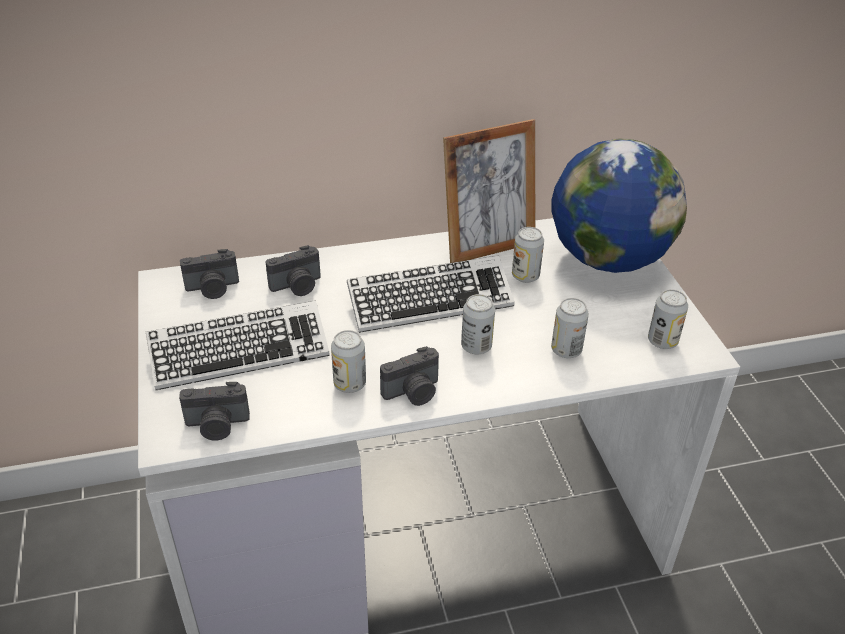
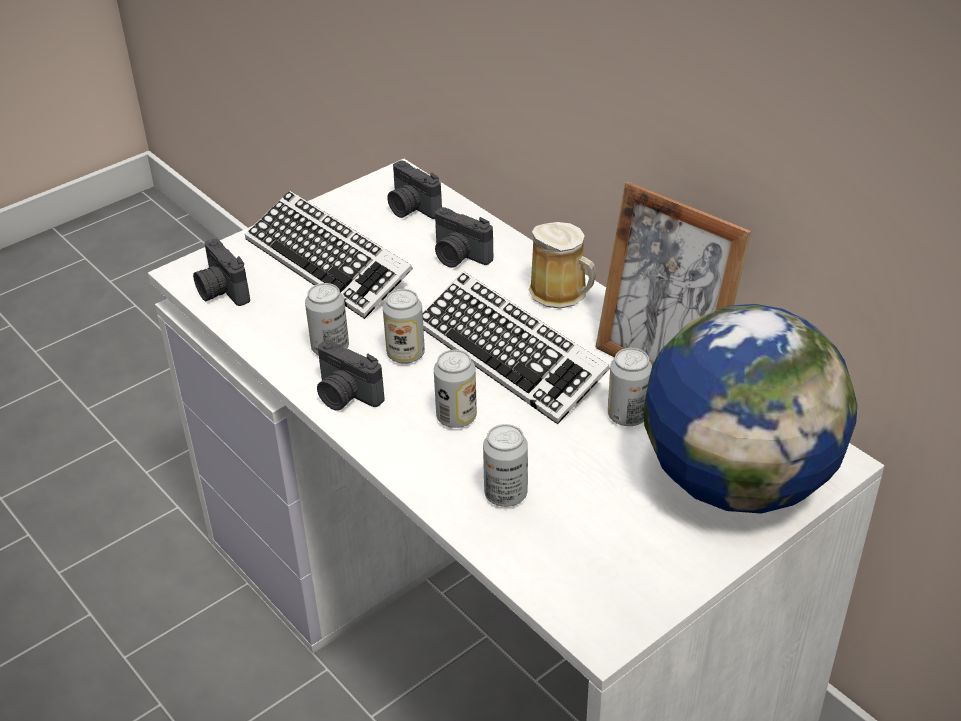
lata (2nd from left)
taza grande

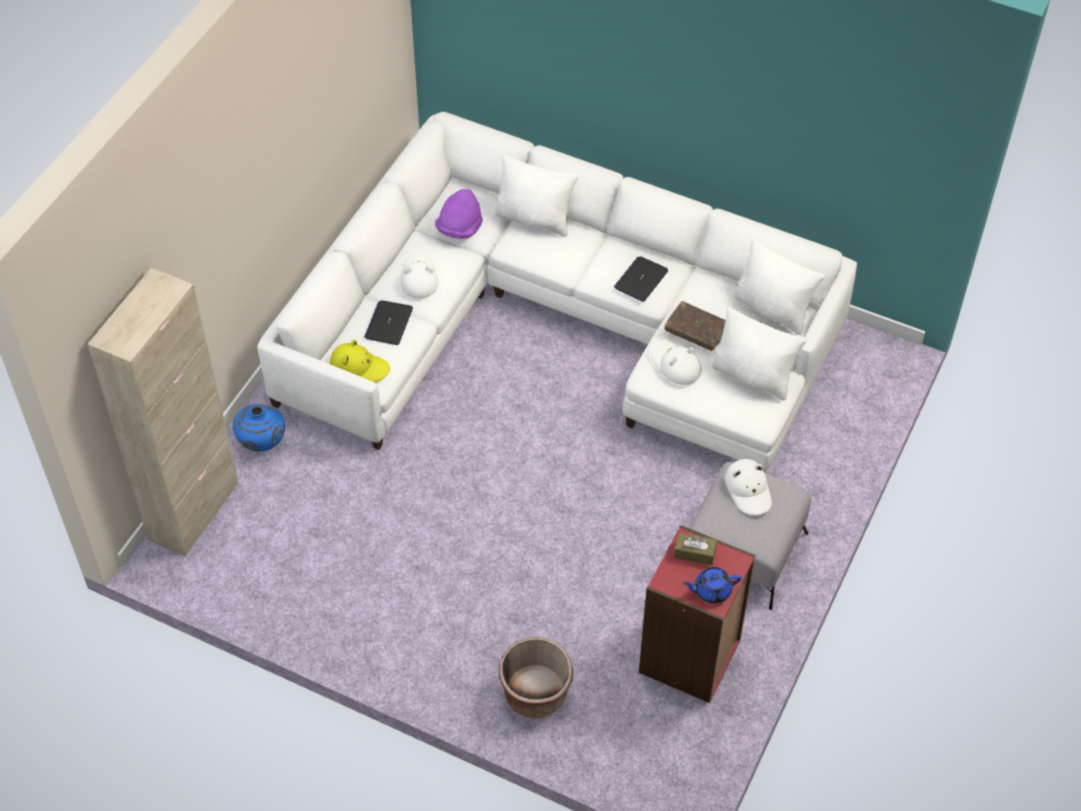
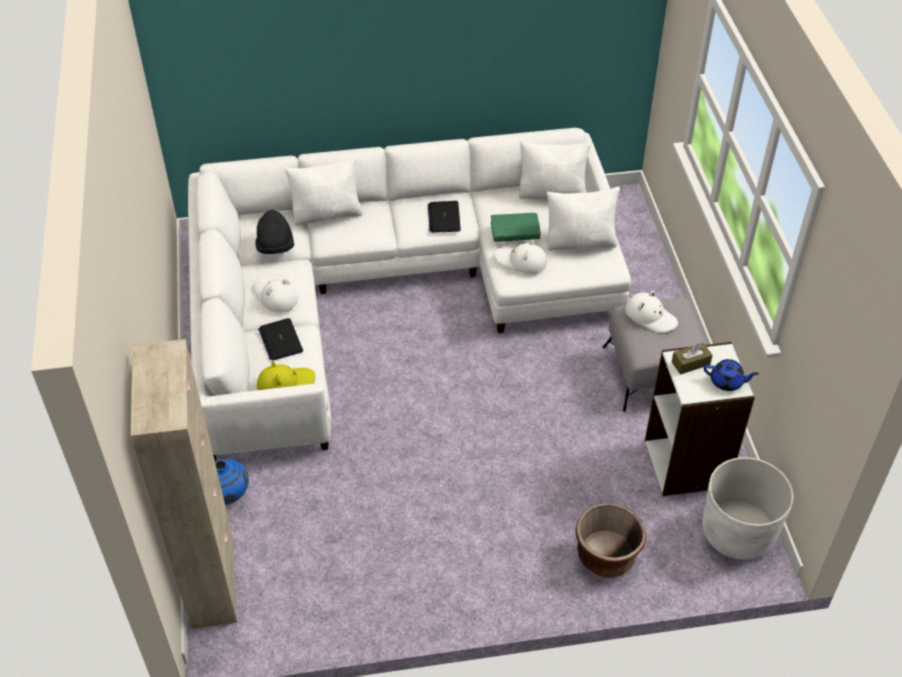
sombrero (negro)
libro (verde)
estantería (blanco)
tetera (azul)
maceta (blanco)

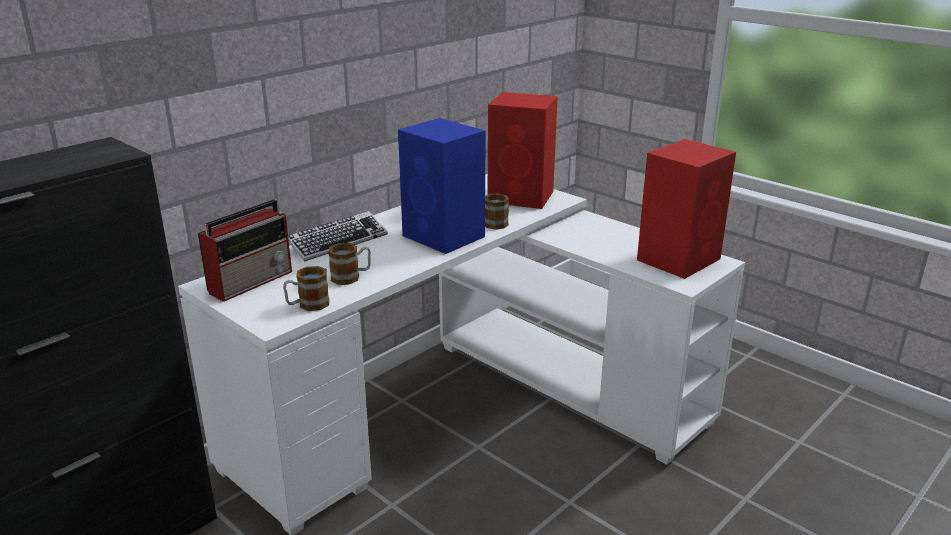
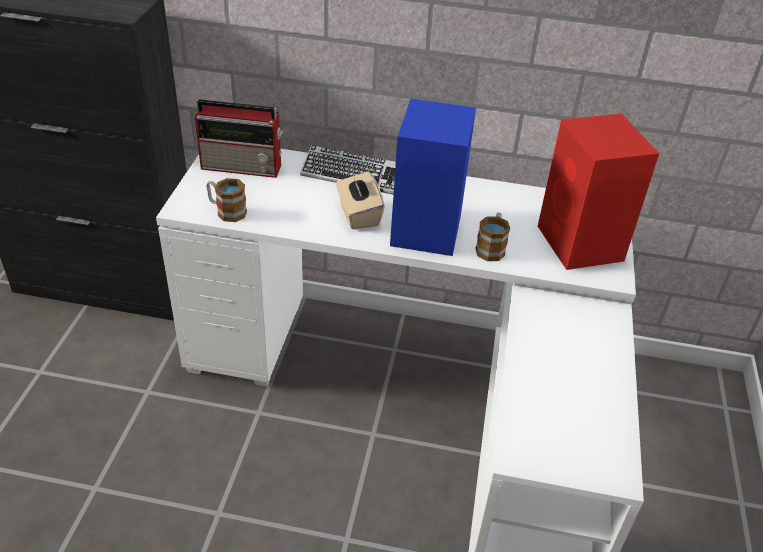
altavoz (rojo) (2nd from left in the first image)
taza grande (2nd from left in the first image)
caja de pañuelos (beis)

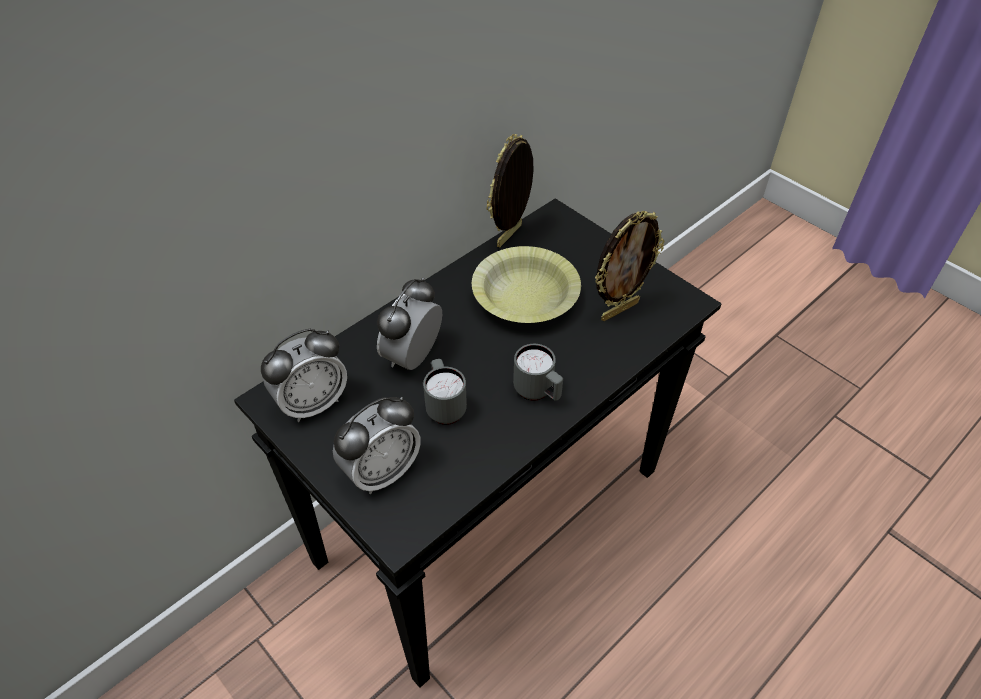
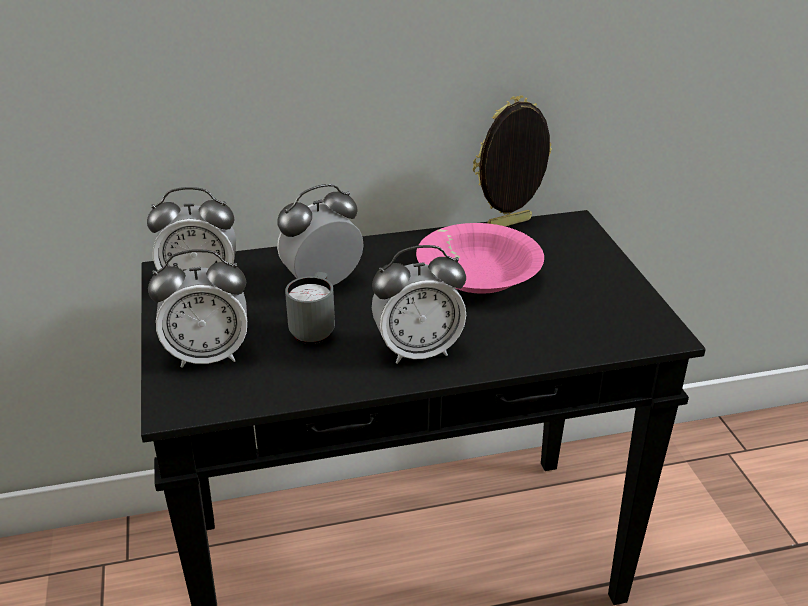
portarretratos (2nd from left in the first image)
cuenco (rosa)
despertador (4th from left)

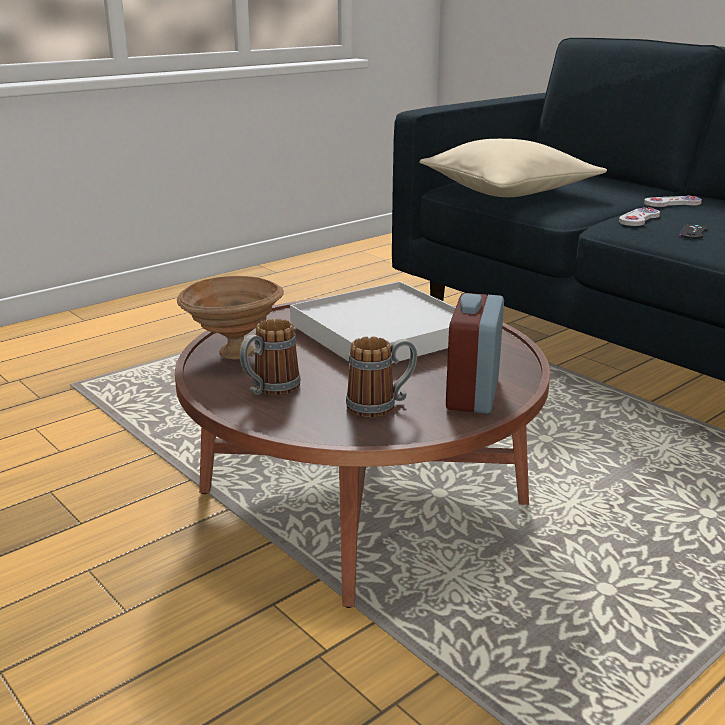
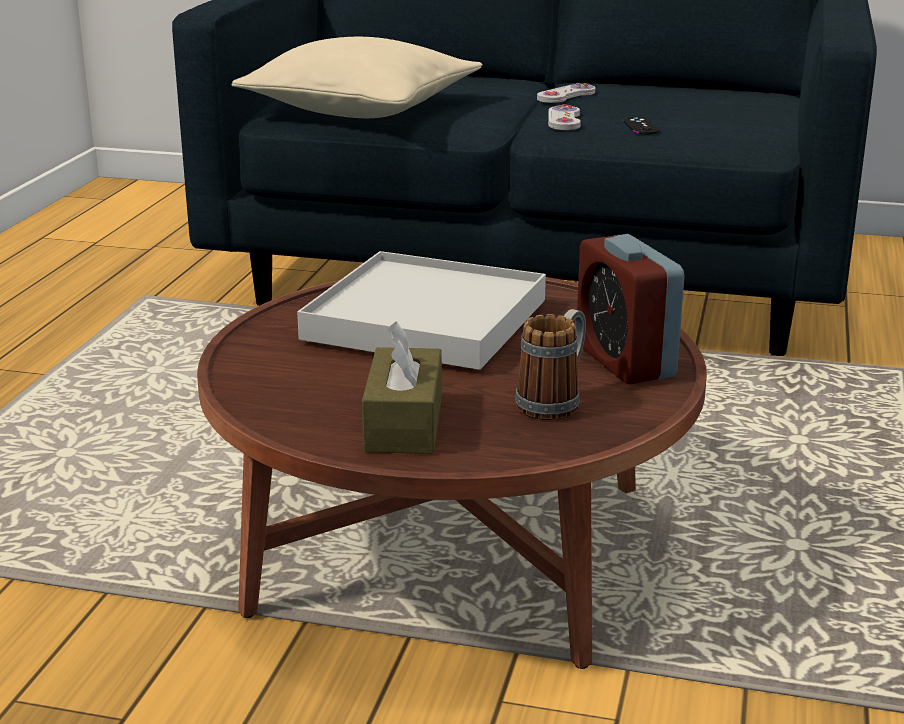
cuenco (marrón)
caja de pañuelos (marrón)

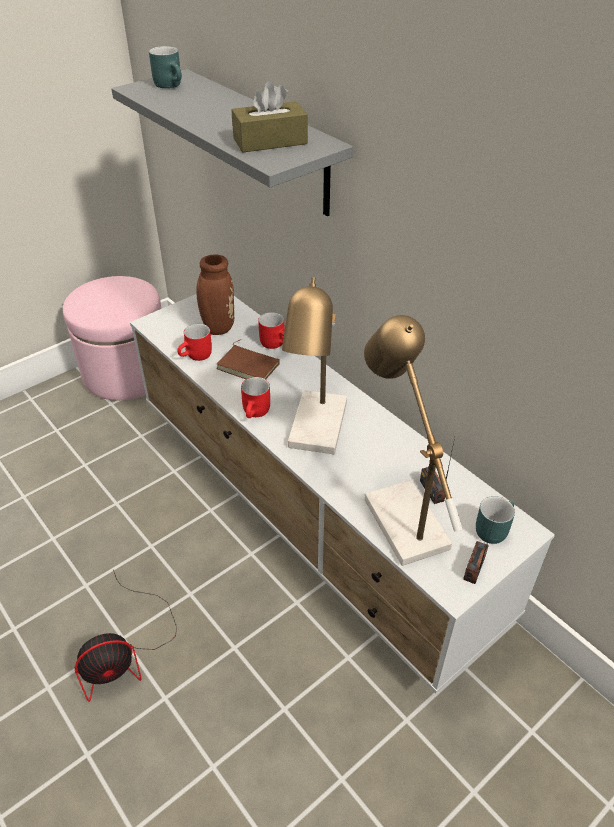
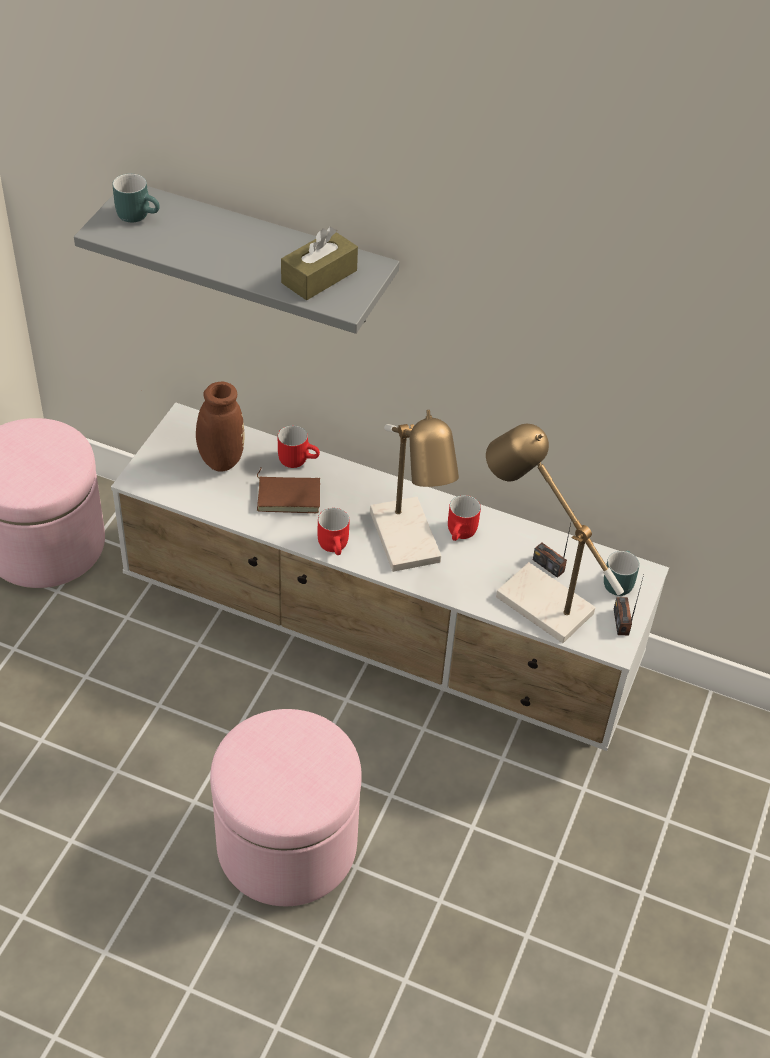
taza grande (rojo) (3rd from left)
puf (rosa) (2nd from left)

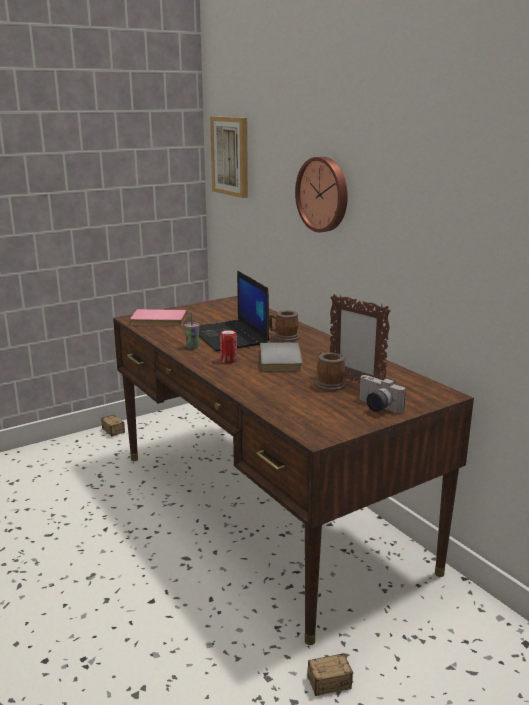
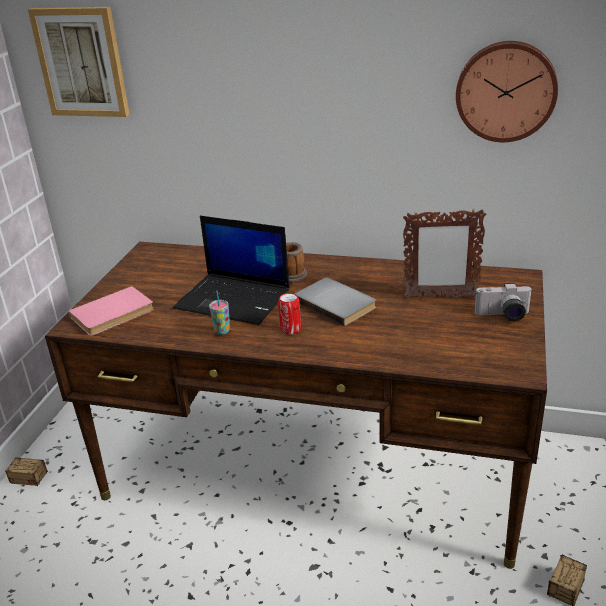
reloj de pared
taza grande (2nd from left in the first image)

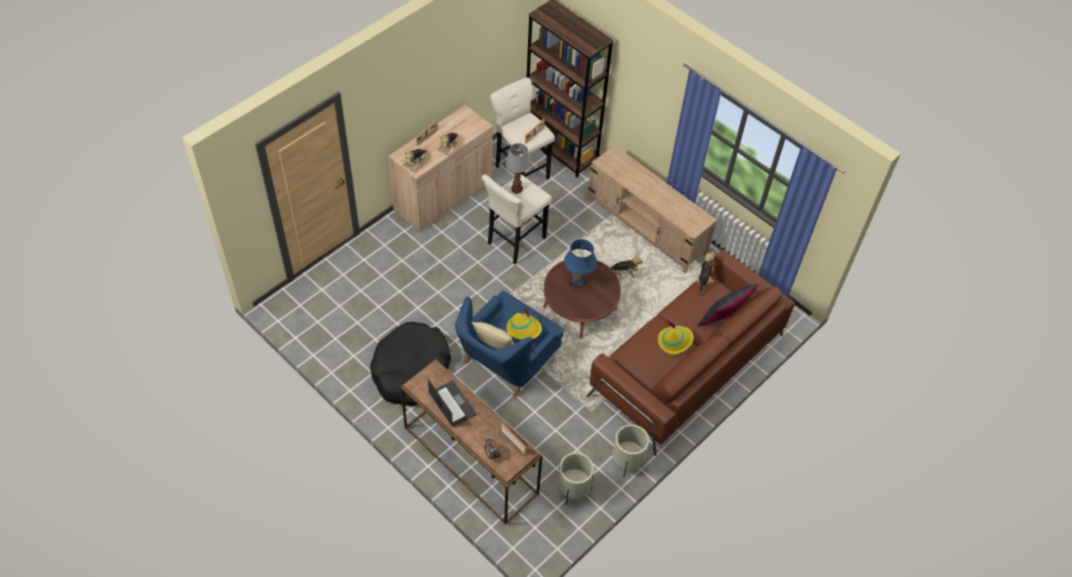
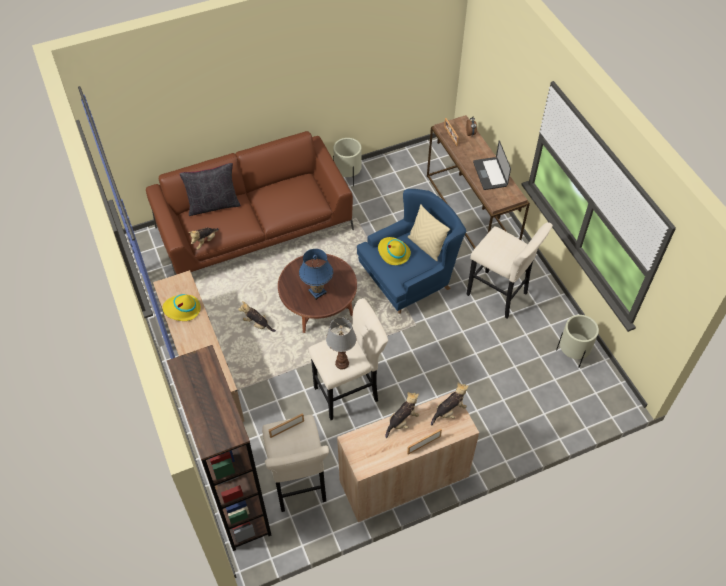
taburete (beis) (3rd from left)
sombrero (amarillo) (1st from left)
maceta (beis) (2nd from left)

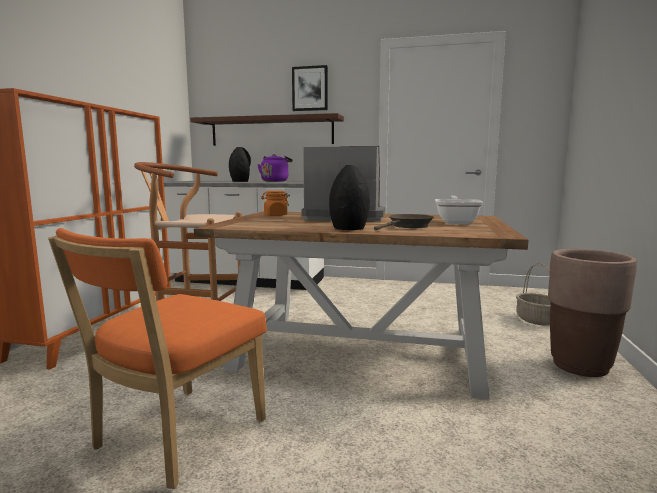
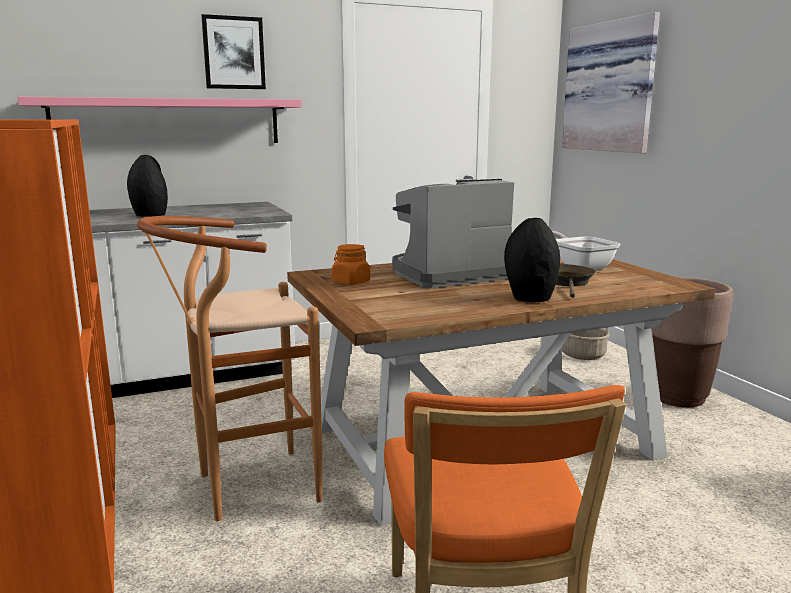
estante (rosa)
hervidor (morado)
cuadro (2nd from left)

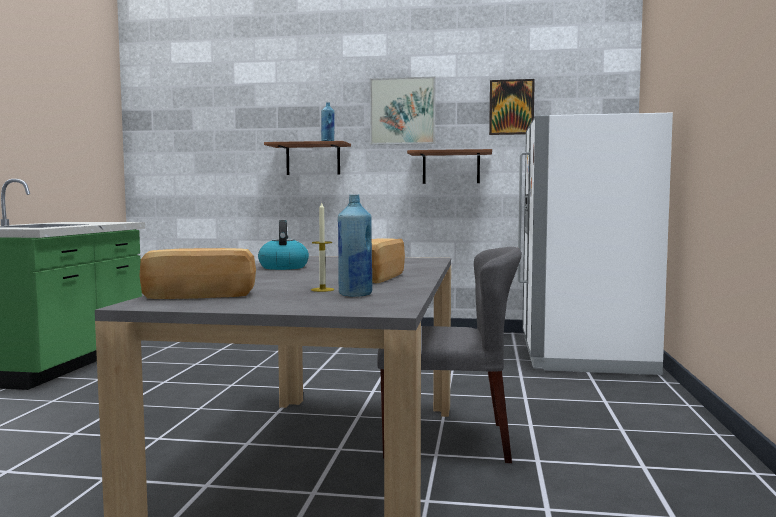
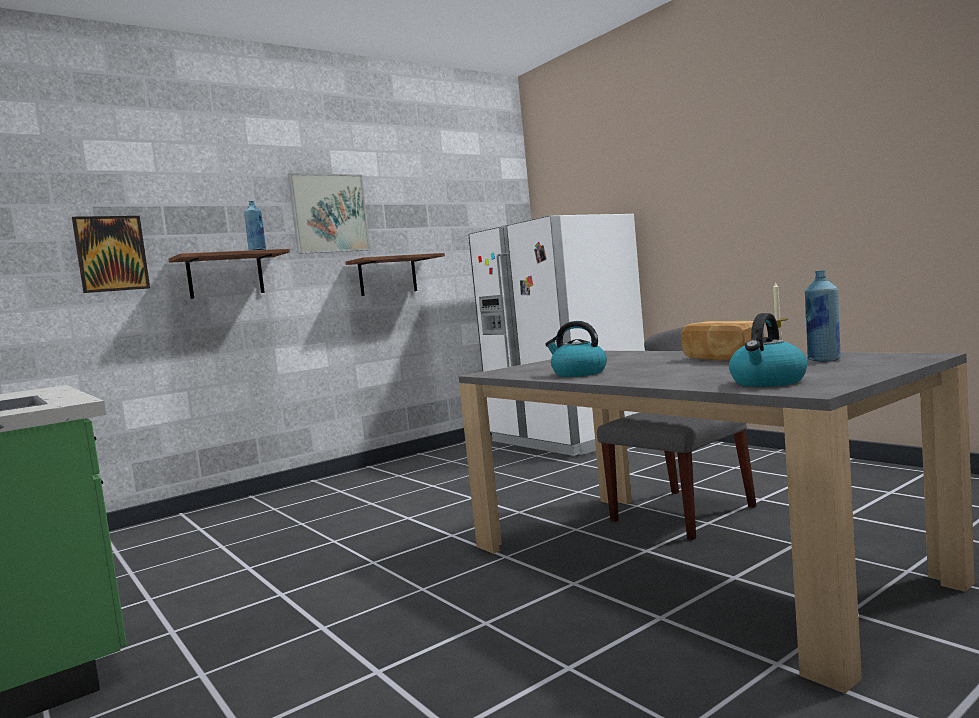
cuadro (1st from left)
hervidor (2nd from left)

